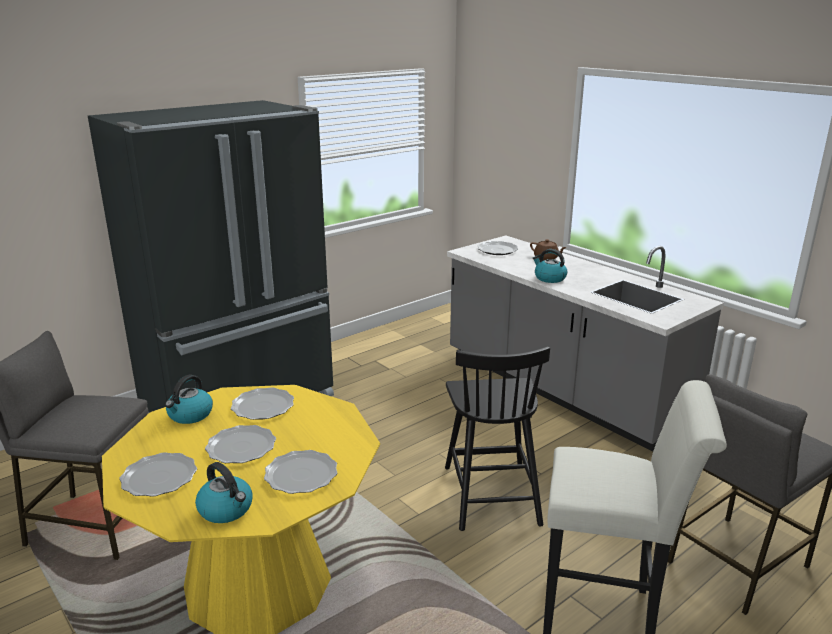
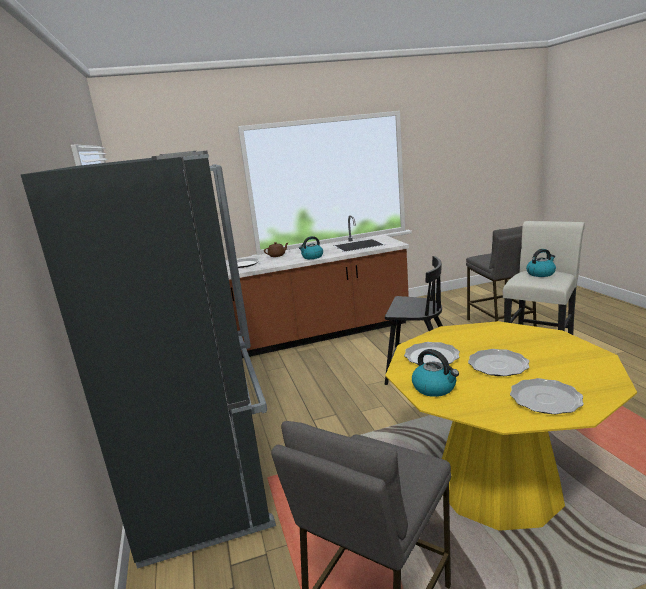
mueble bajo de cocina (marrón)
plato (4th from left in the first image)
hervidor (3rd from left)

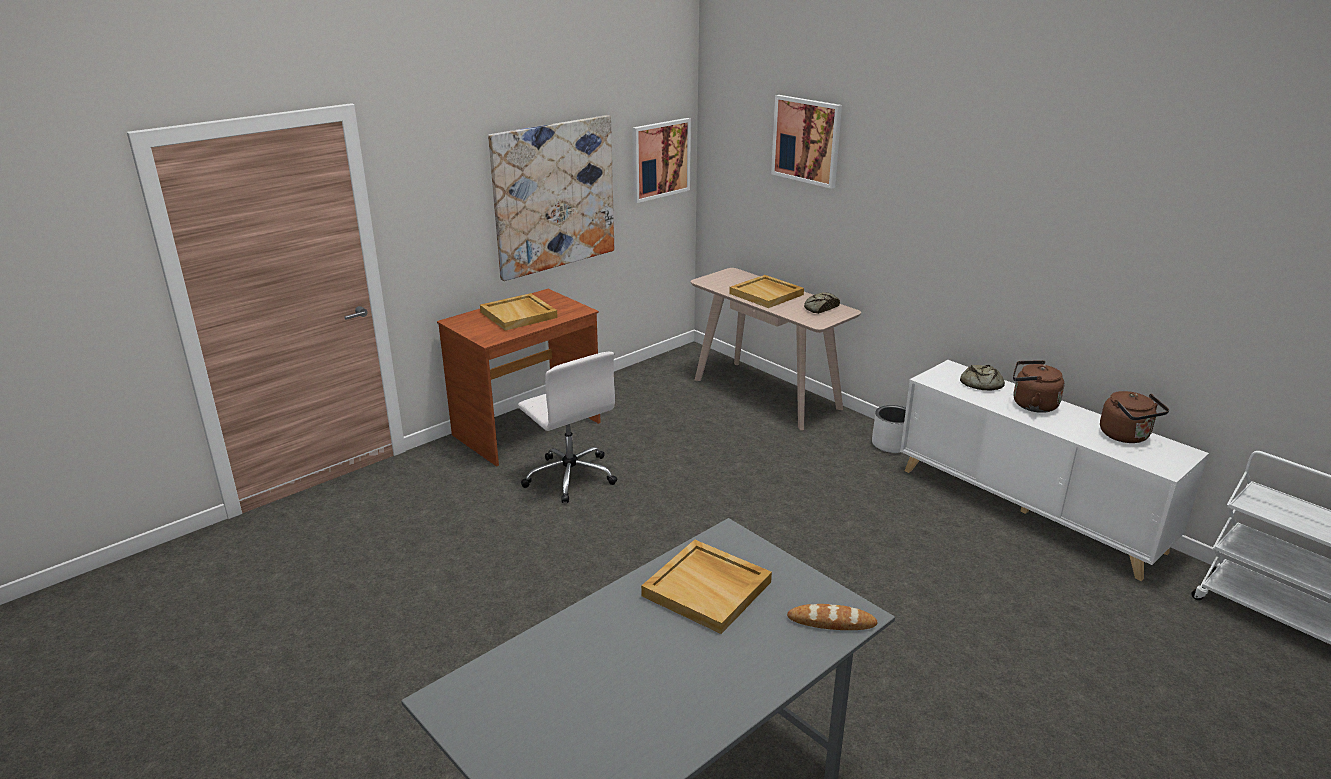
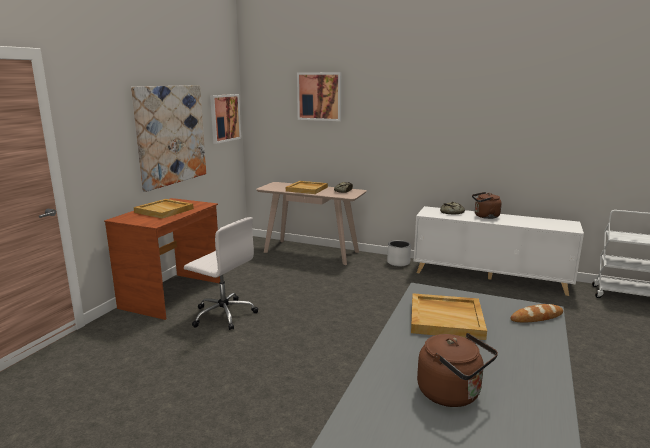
hervidor (marrón) (1st from left)

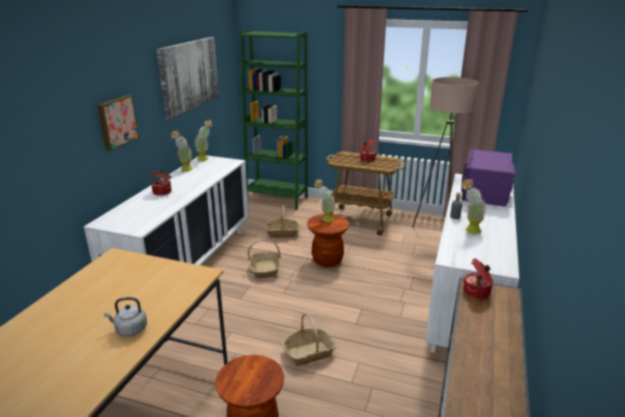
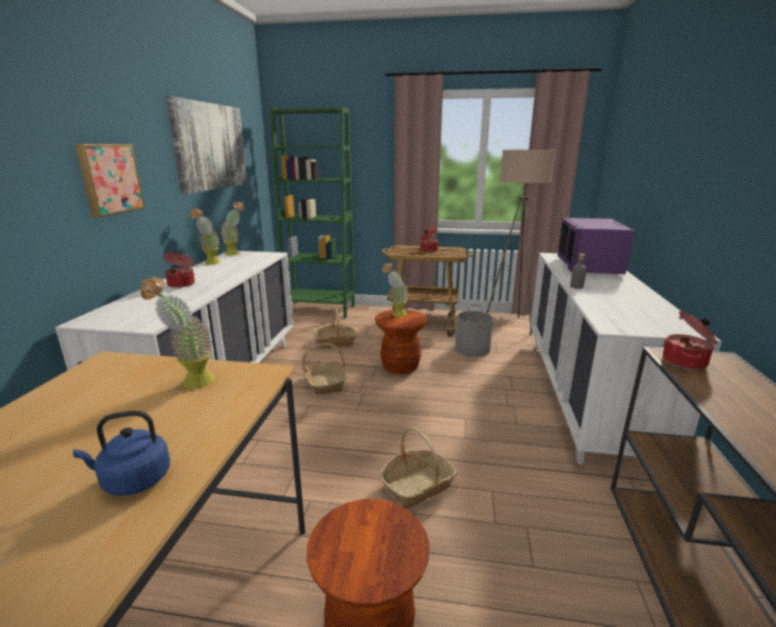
planta en maceta (1st from left)
hervidor (azul)
cubo (gris)

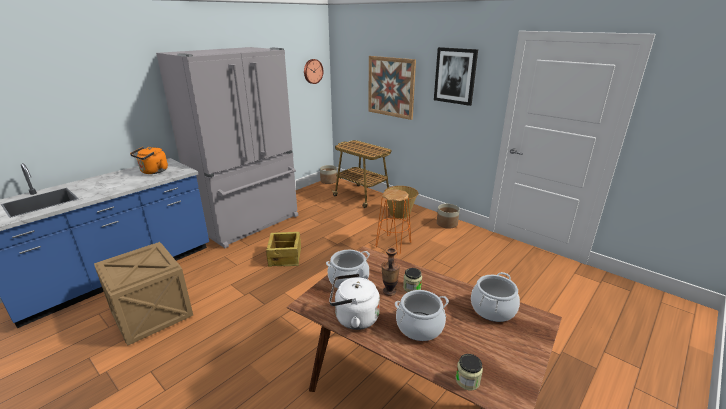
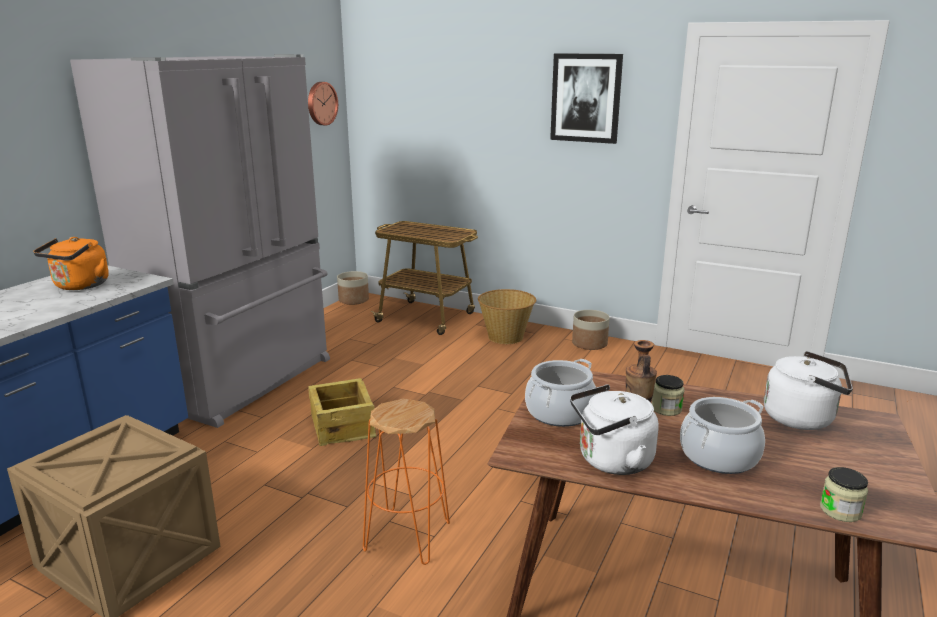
cuadro (1st from left in the first image)
taburete (naranja)
hervidor (blanco) (2nd from left)

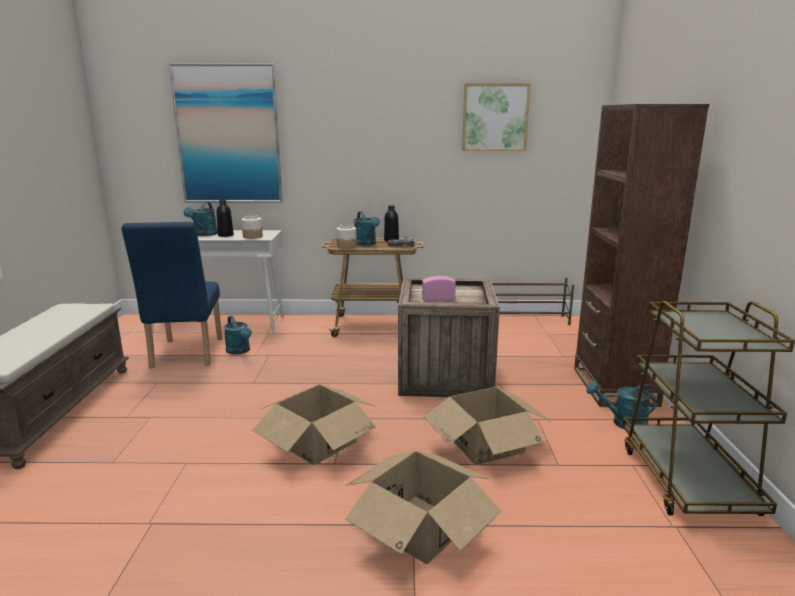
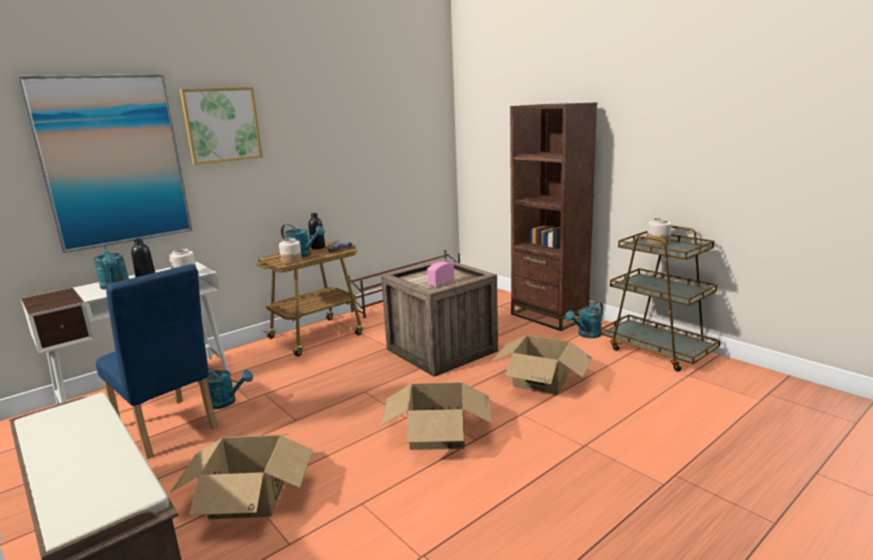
cuadro (2nd from left)
caja de cartón (1st from left)
tarro (3rd from left)

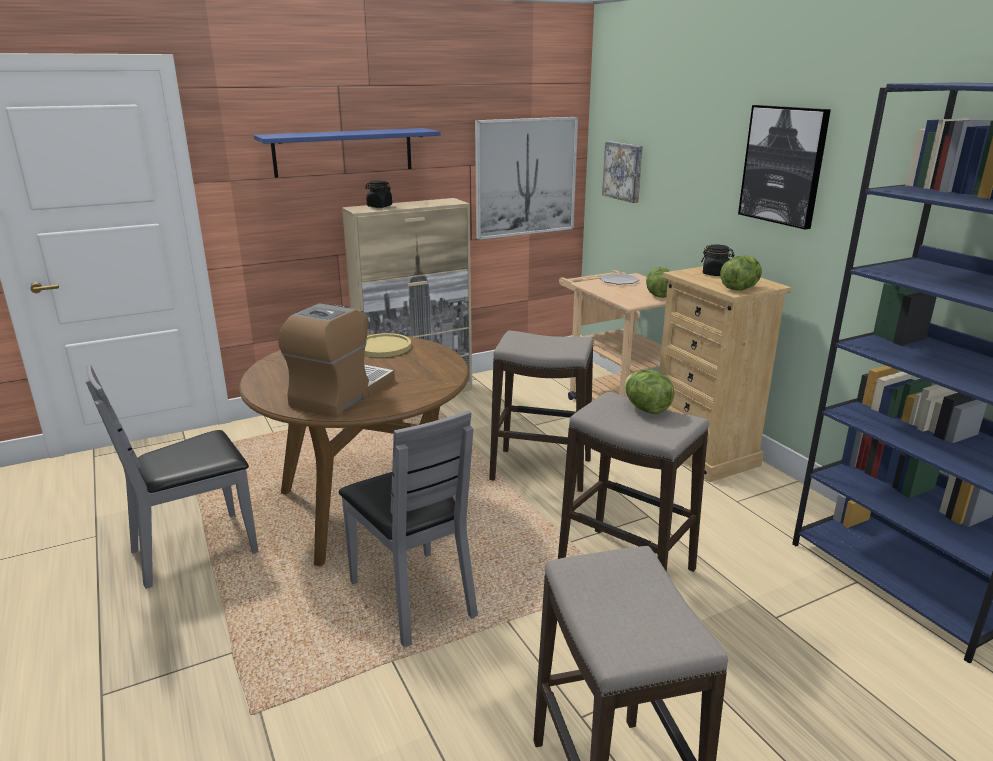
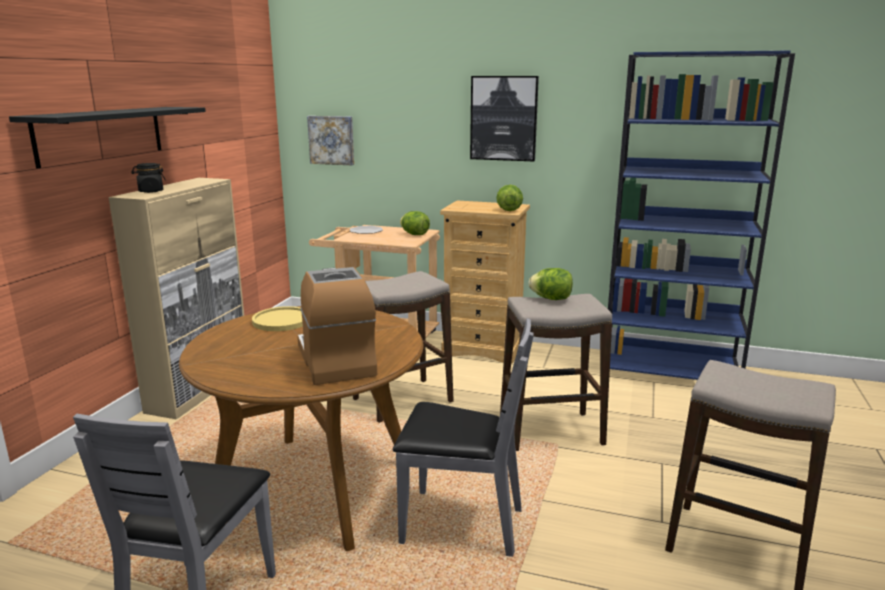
cuadro (1st from left in the first image)
estante (negro)
tarro (negro) (2nd from left in the first image)

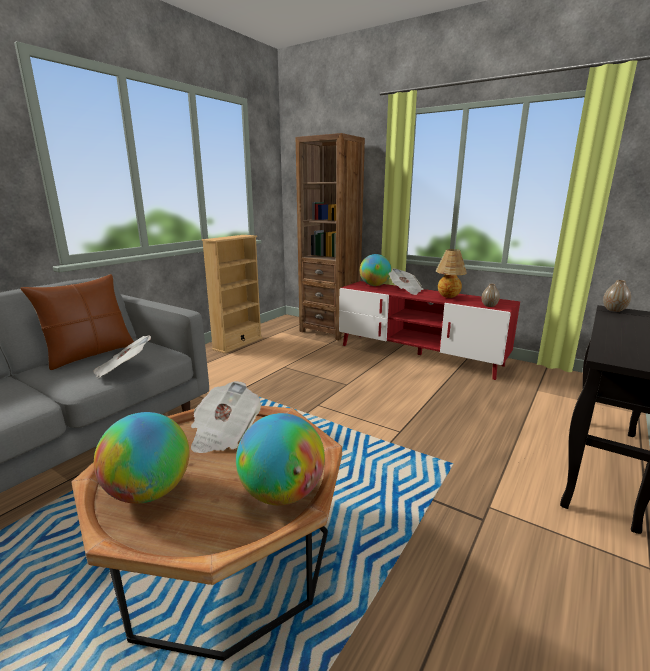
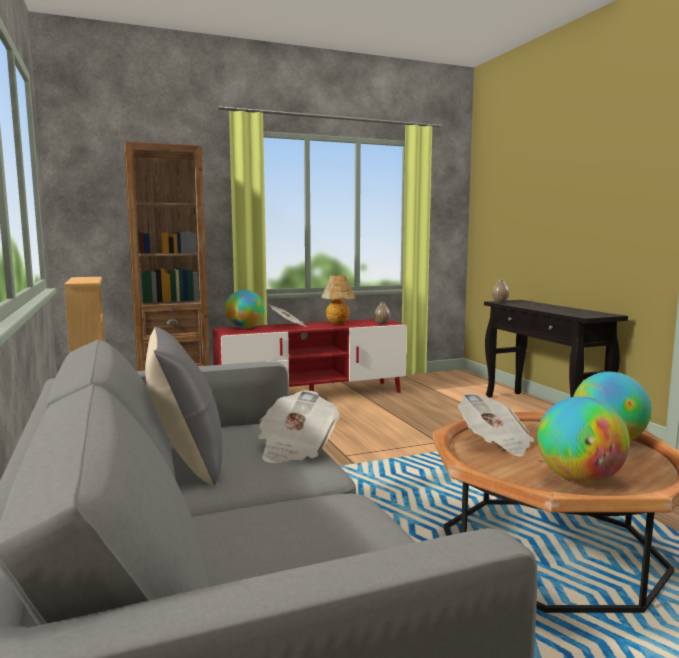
cojín (gris)

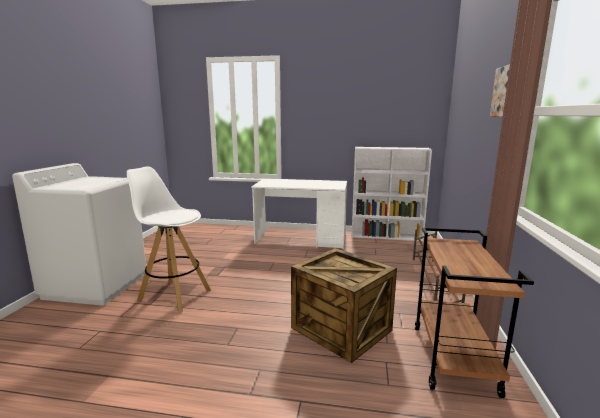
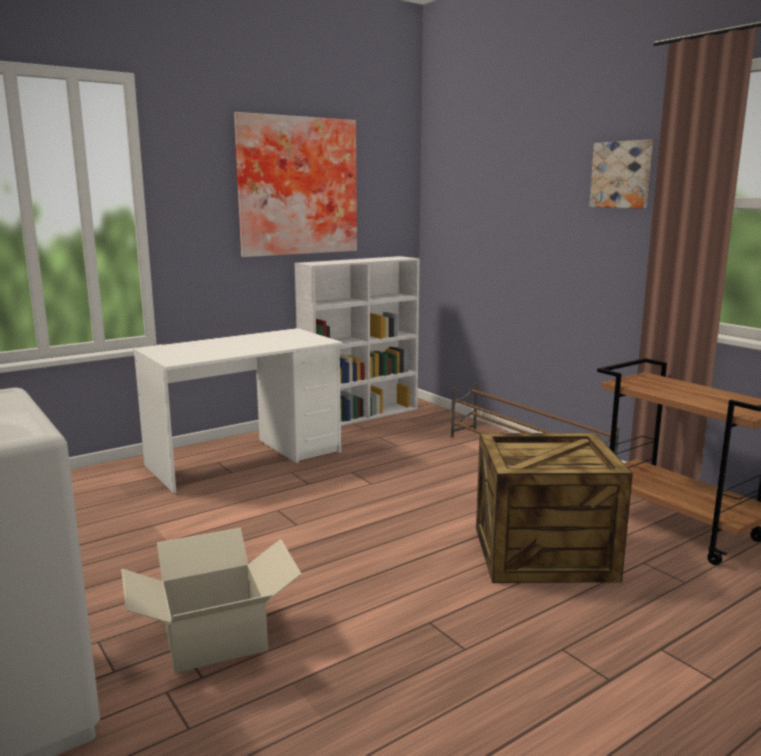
caja de cartón
cuadro (1st from left)

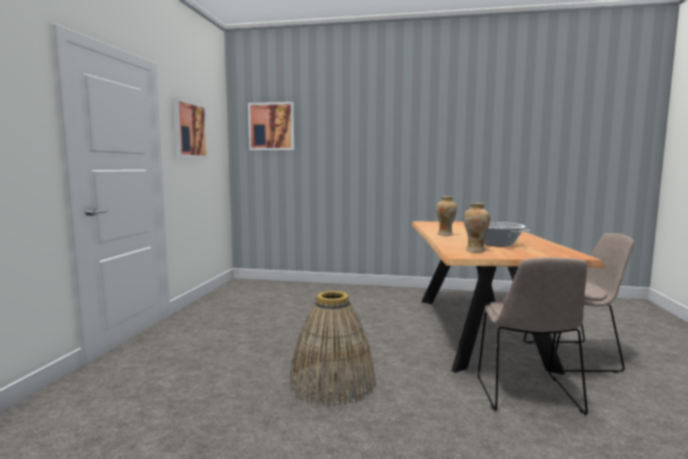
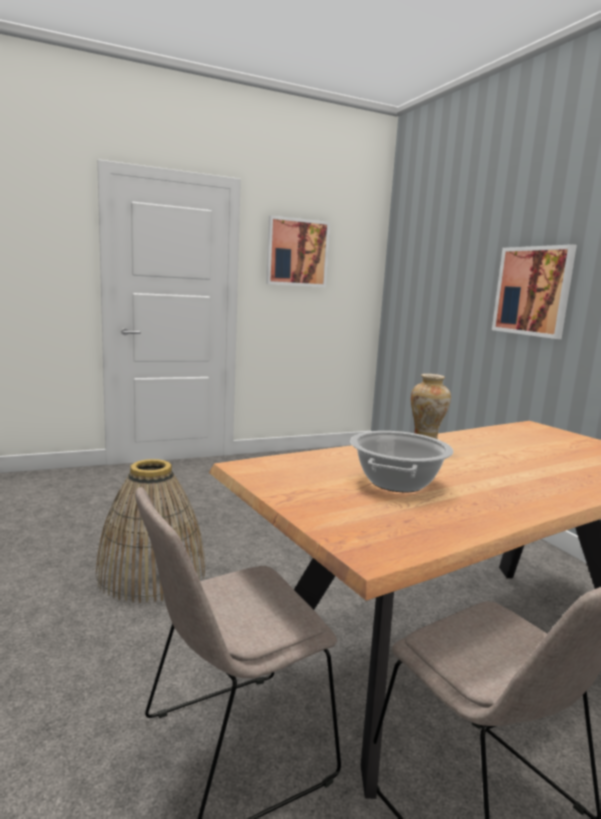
cuadro (2nd from left)
florero (2nd from left in the first image)

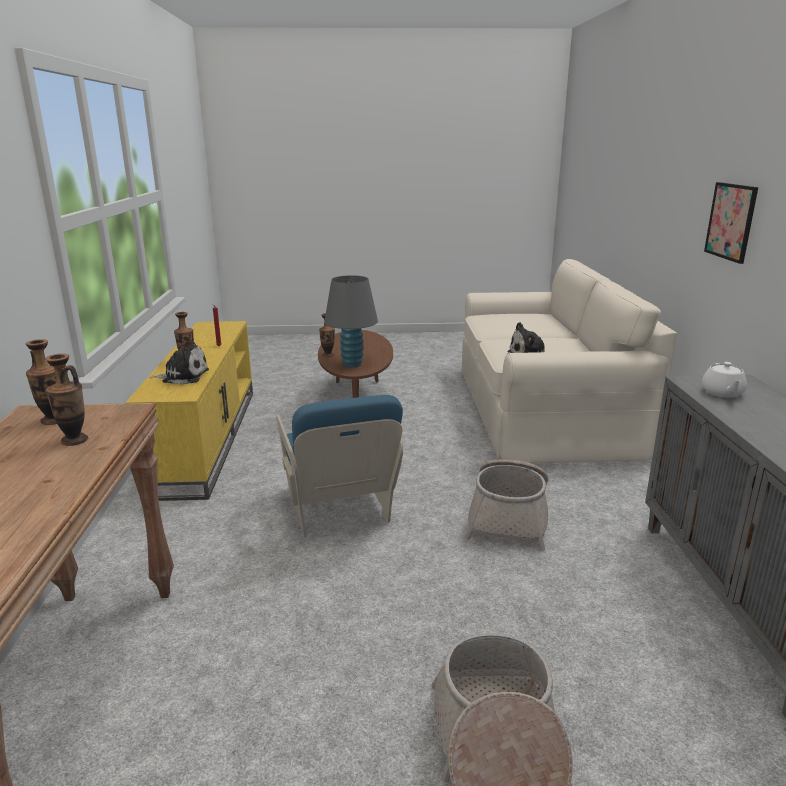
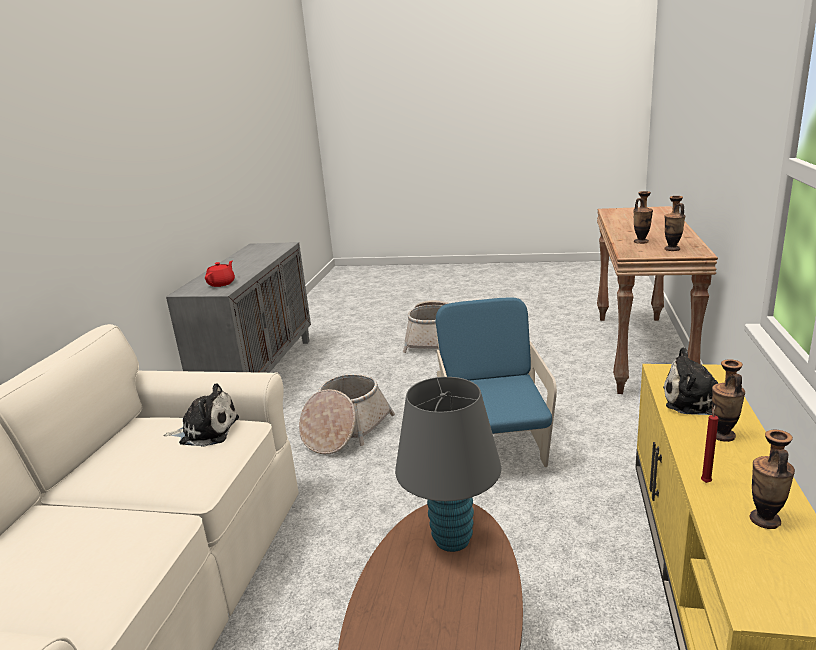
cuadro
florero (4th from left)
tetera (rojo)

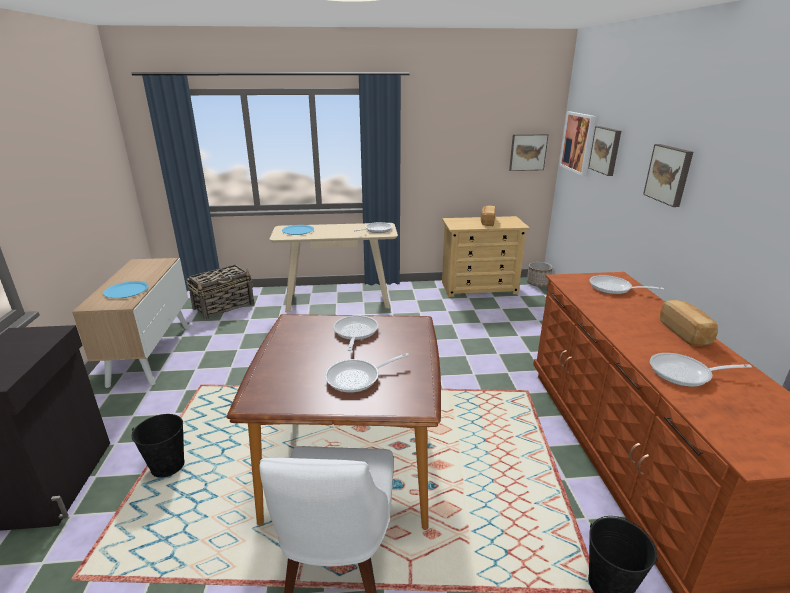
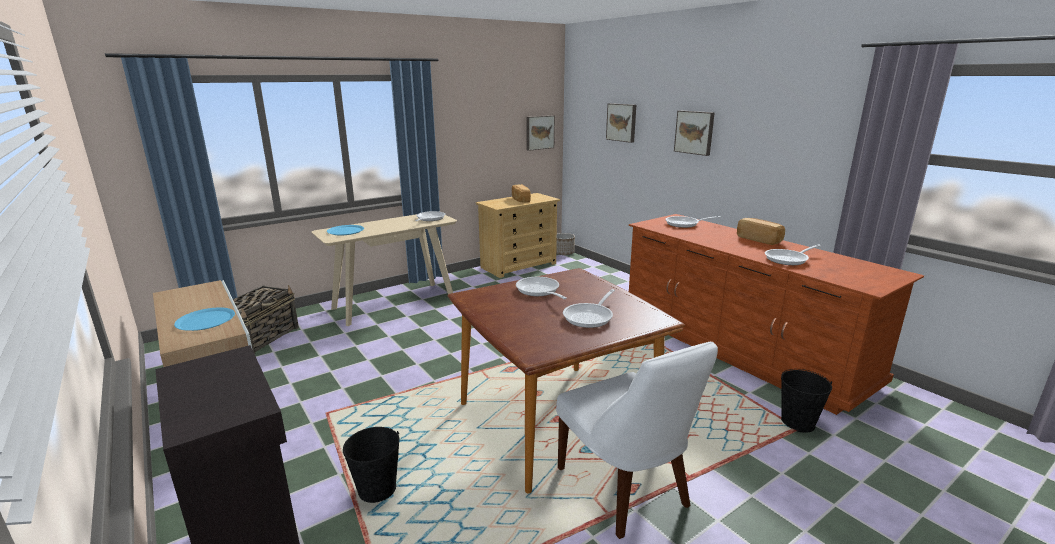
cuadro (2nd from left in the first image)

